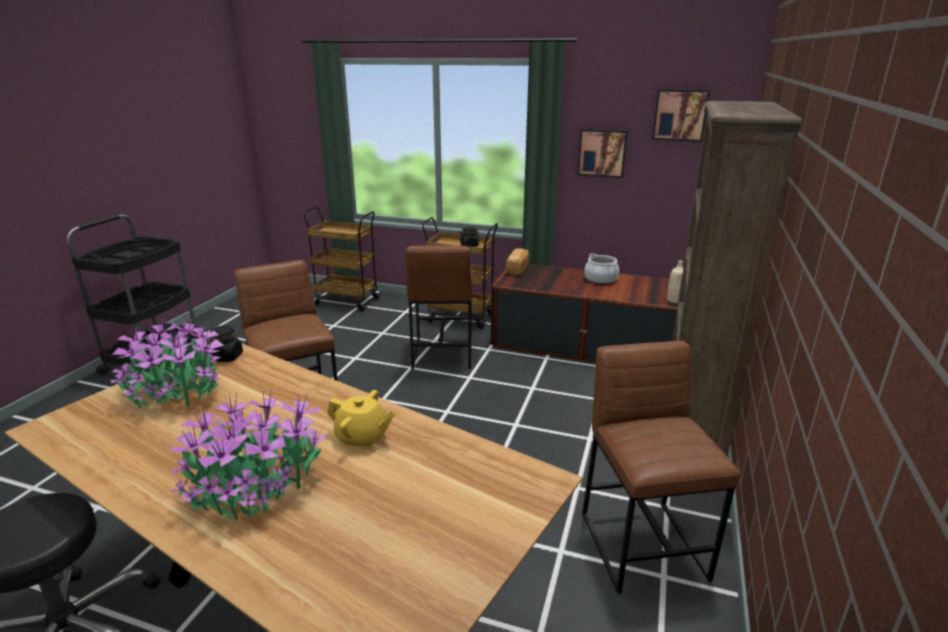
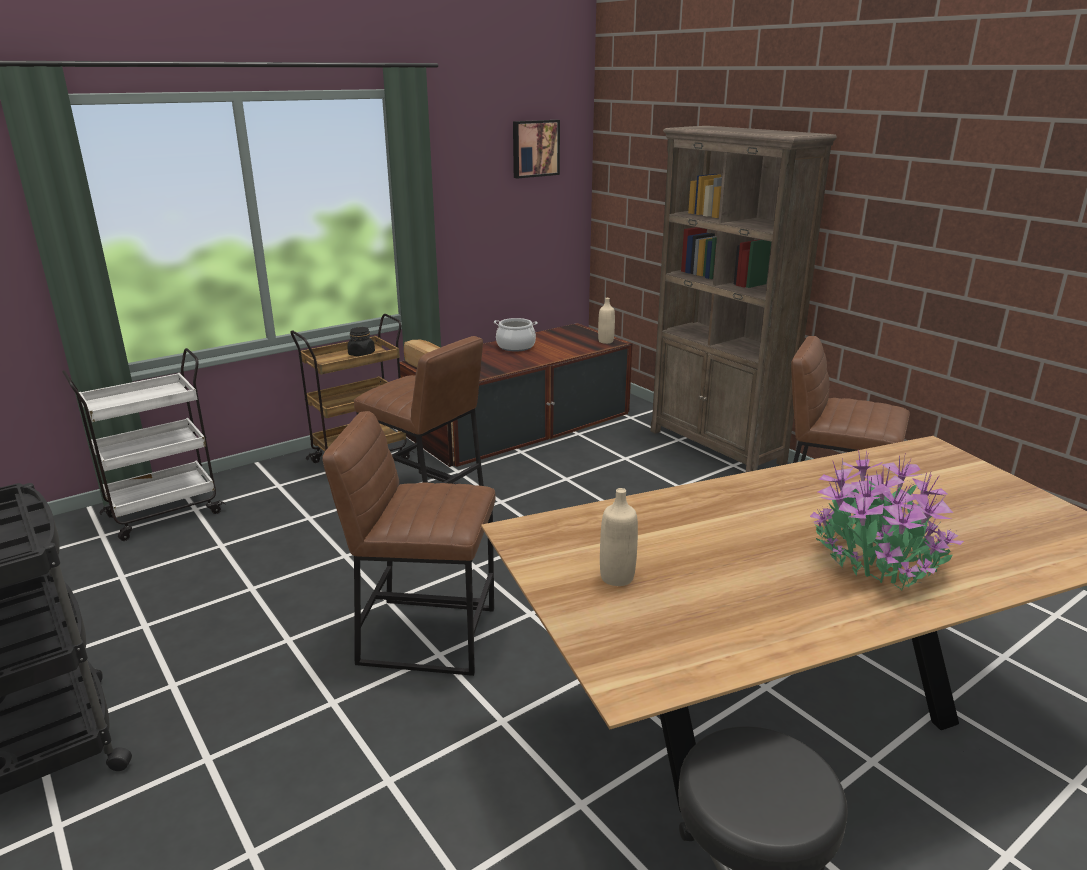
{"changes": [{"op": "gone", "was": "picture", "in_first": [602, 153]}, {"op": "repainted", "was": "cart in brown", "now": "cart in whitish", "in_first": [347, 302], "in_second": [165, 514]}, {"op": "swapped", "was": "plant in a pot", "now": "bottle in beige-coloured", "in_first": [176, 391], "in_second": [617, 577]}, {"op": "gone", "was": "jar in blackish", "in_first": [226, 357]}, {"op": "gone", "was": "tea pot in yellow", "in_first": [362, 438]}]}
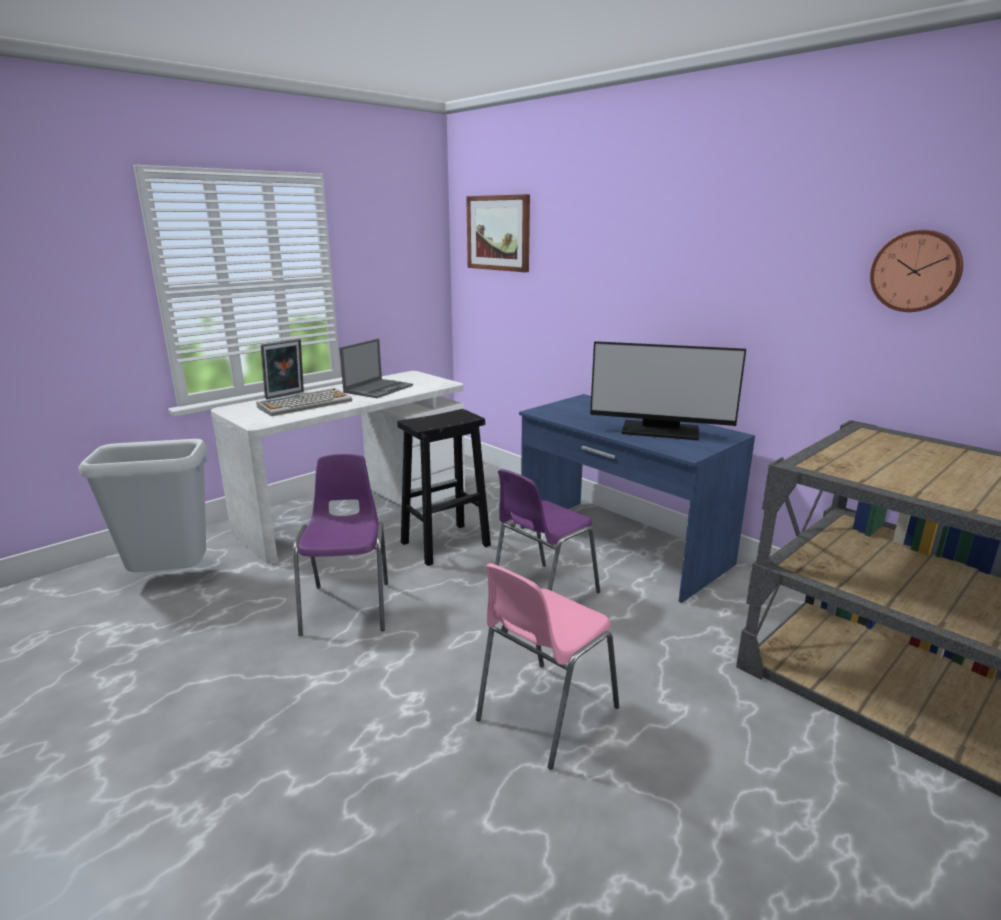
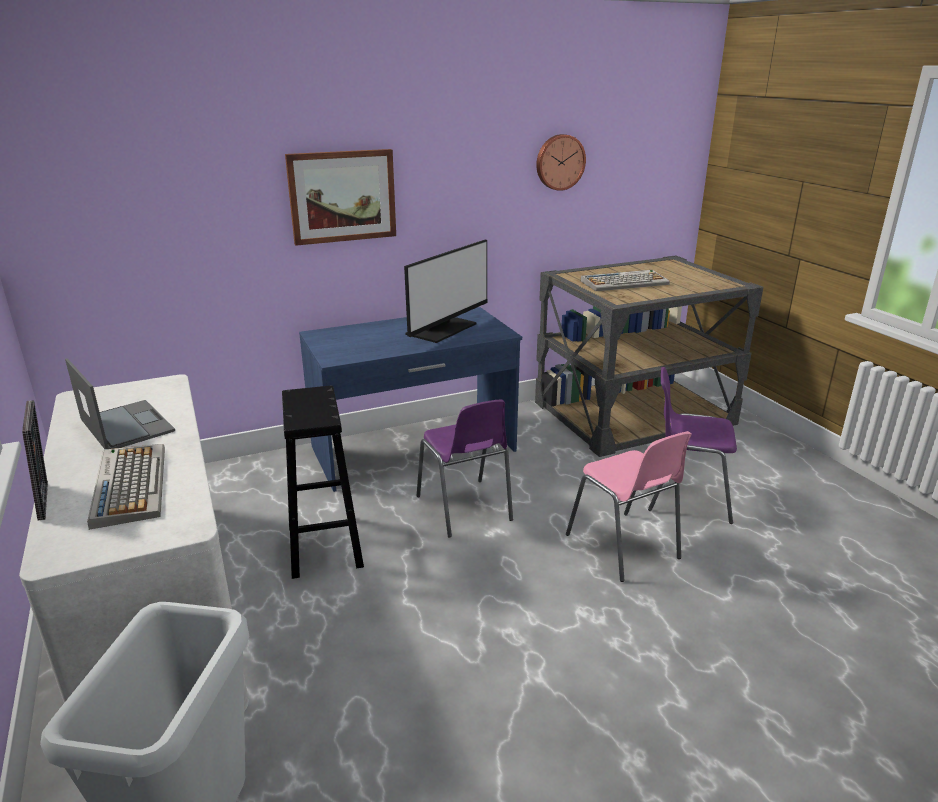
{"changes": [{"op": "shifted", "was": "picture", "in_first": [498, 233], "in_second": [342, 196]}, {"op": "shifted", "was": "chair in purplish", "in_first": [348, 606], "in_second": [686, 497]}, {"op": "new", "now": "computer keyboard", "in_second": [625, 282]}]}
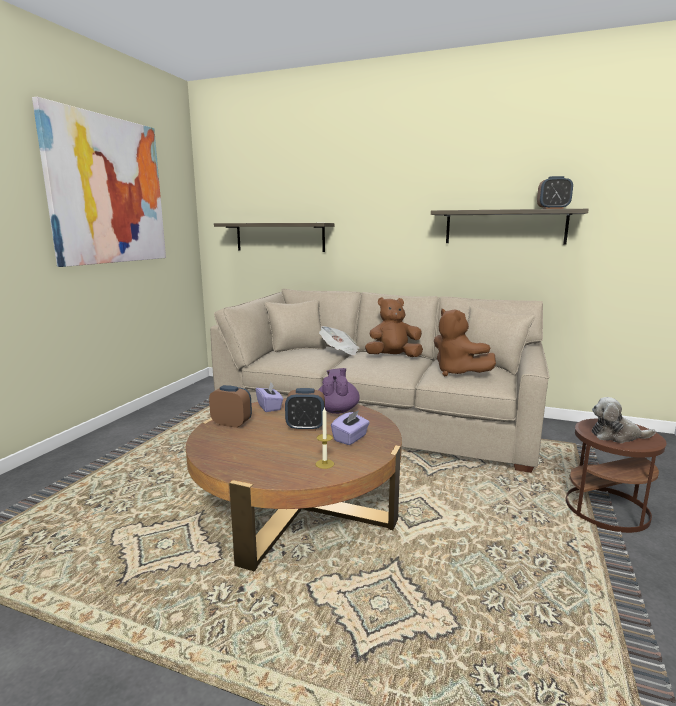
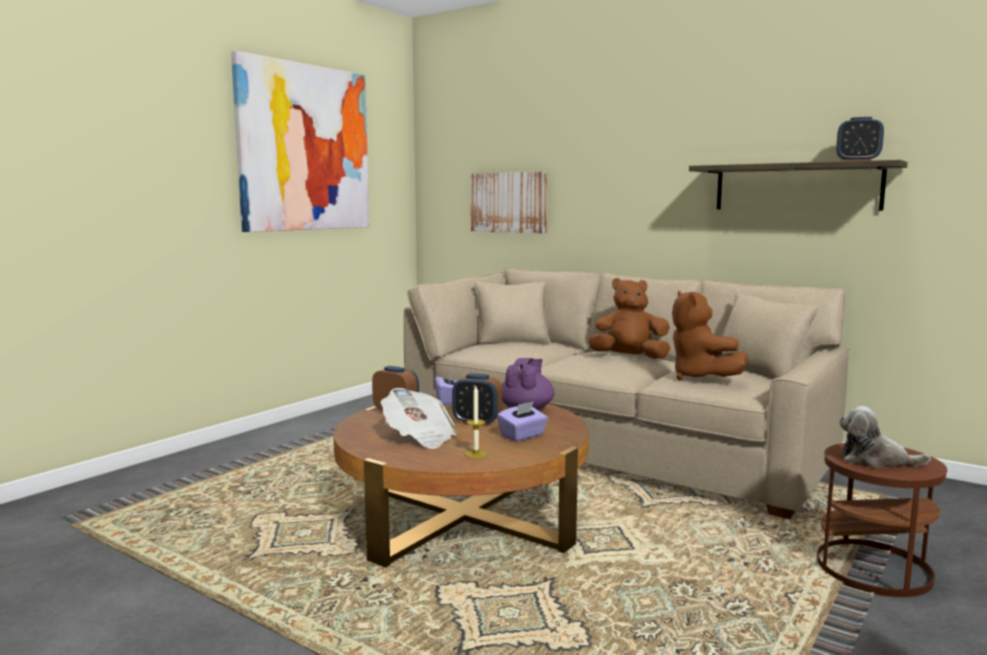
{"changes": [{"op": "swapped", "was": "bracket shelf", "now": "picture", "in_first": [279, 237], "in_second": [509, 202]}, {"op": "shifted", "was": "daily paper", "in_first": [339, 351], "in_second": [419, 437]}]}
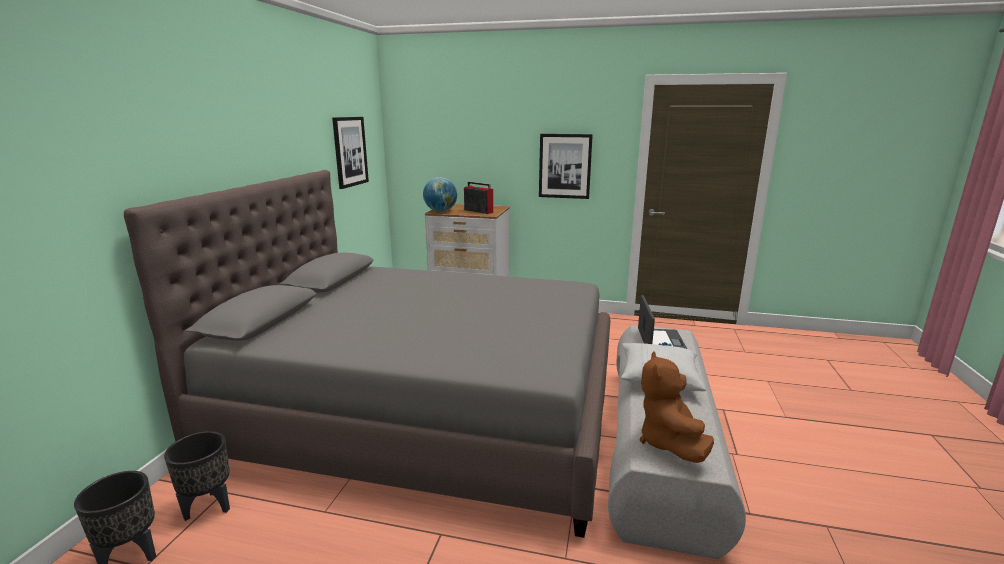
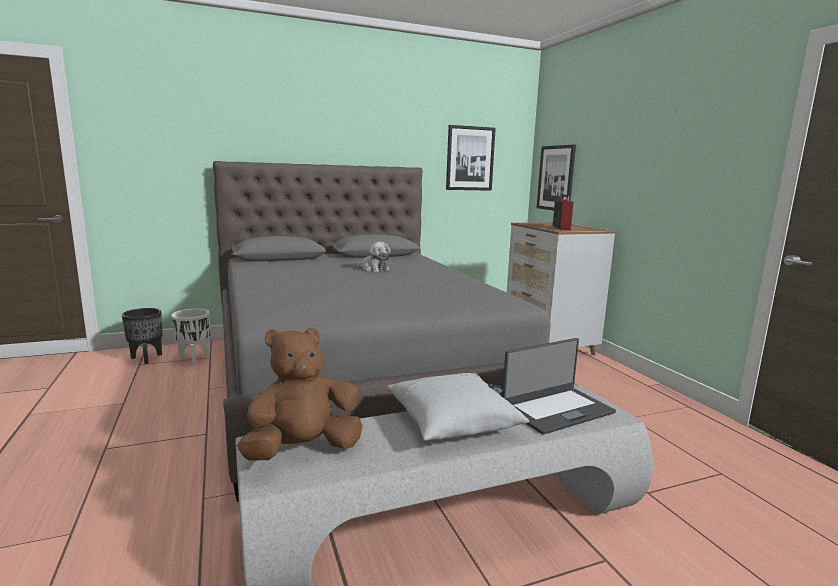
{"changes": [{"op": "shifted", "was": "picture", "in_first": [565, 166], "in_second": [556, 178]}, {"op": "gone", "was": "world globe", "in_first": [441, 211]}, {"op": "repainted", "was": "planter in blackish", "now": "planter in whitish", "in_first": [209, 506], "in_second": [194, 359]}, {"op": "new", "now": "soft toy", "in_second": [373, 269]}]}
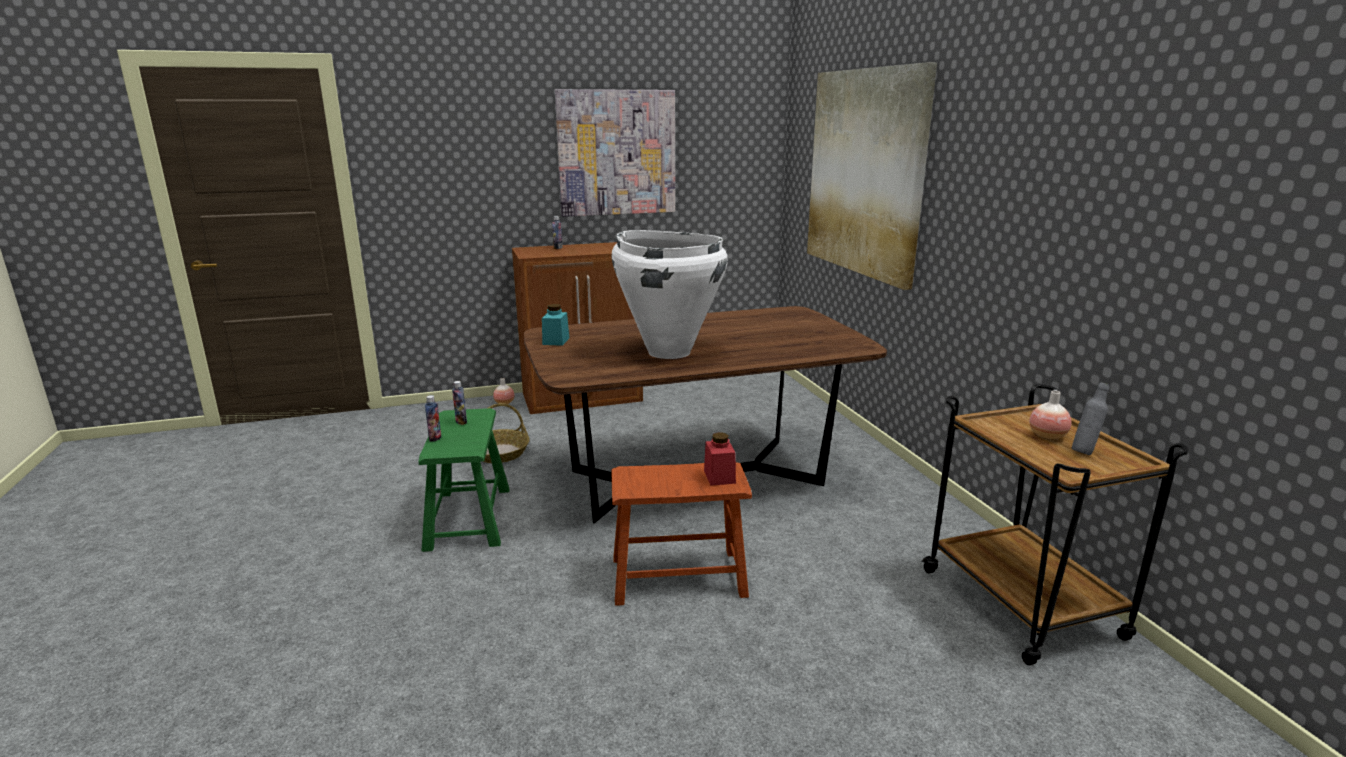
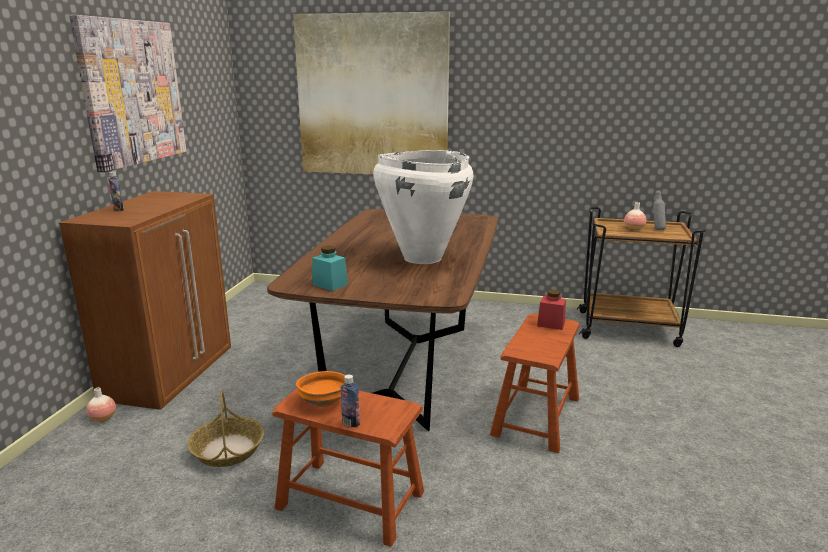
{"changes": [{"op": "swapped", "was": "bottle", "now": "serving bowl in orange-coloured", "in_first": [461, 422], "in_second": [324, 401]}, {"op": "repainted", "was": "sitting stool in greenish", "now": "sitting stool in brown", "in_first": [468, 518], "in_second": [351, 500]}]}
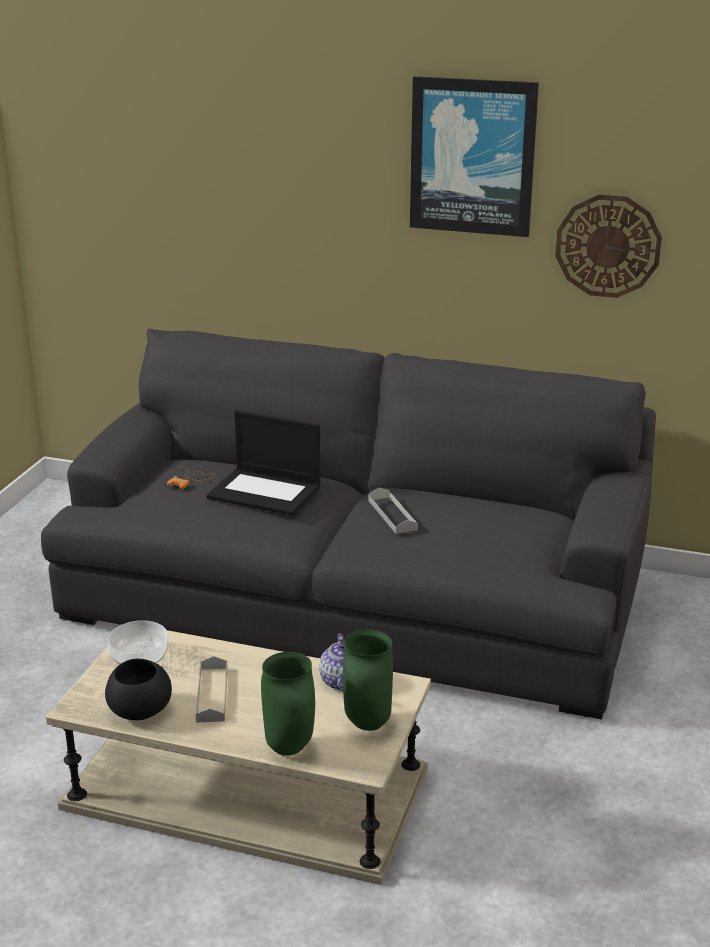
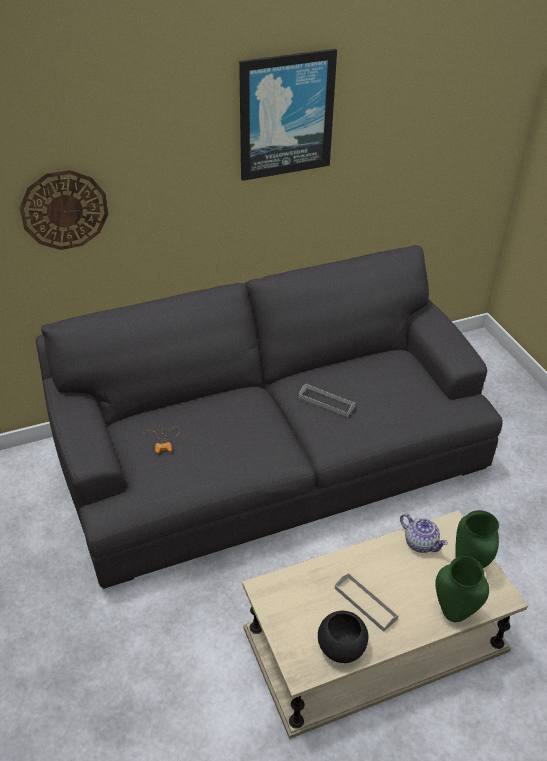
{"changes": [{"op": "shifted", "was": "clock on the wall", "in_first": [608, 246], "in_second": [64, 210]}, {"op": "gone", "was": "notebook computer", "in_first": [266, 492]}, {"op": "gone", "was": "serving bowl", "in_first": [139, 657]}]}
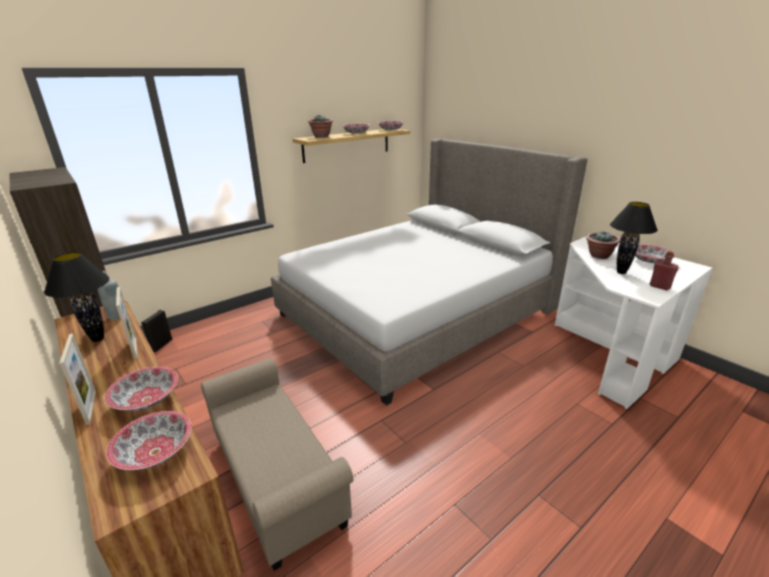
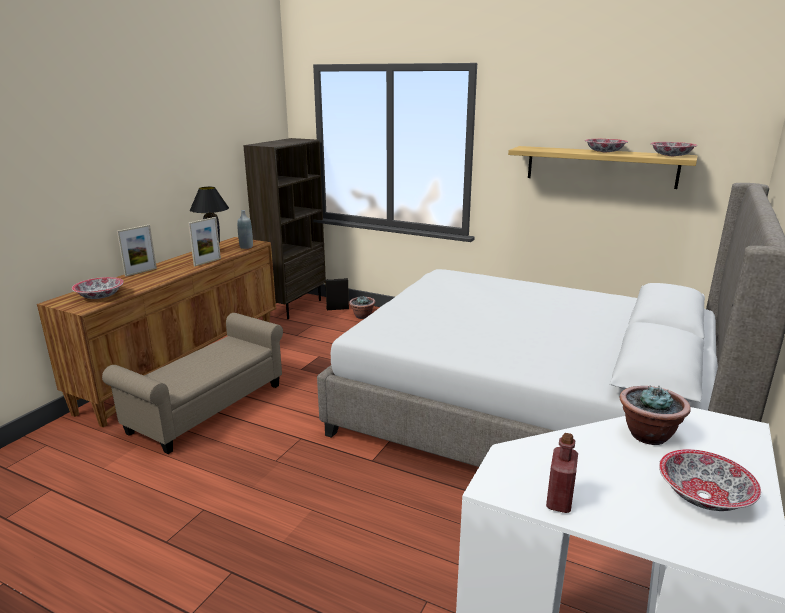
{"changes": [{"op": "shifted", "was": "plant in a pot", "in_first": [321, 136], "in_second": [362, 316]}, {"op": "gone", "was": "table lamp in blackish", "in_first": [620, 272]}, {"op": "gone", "was": "serving bowl", "in_first": [147, 399]}]}
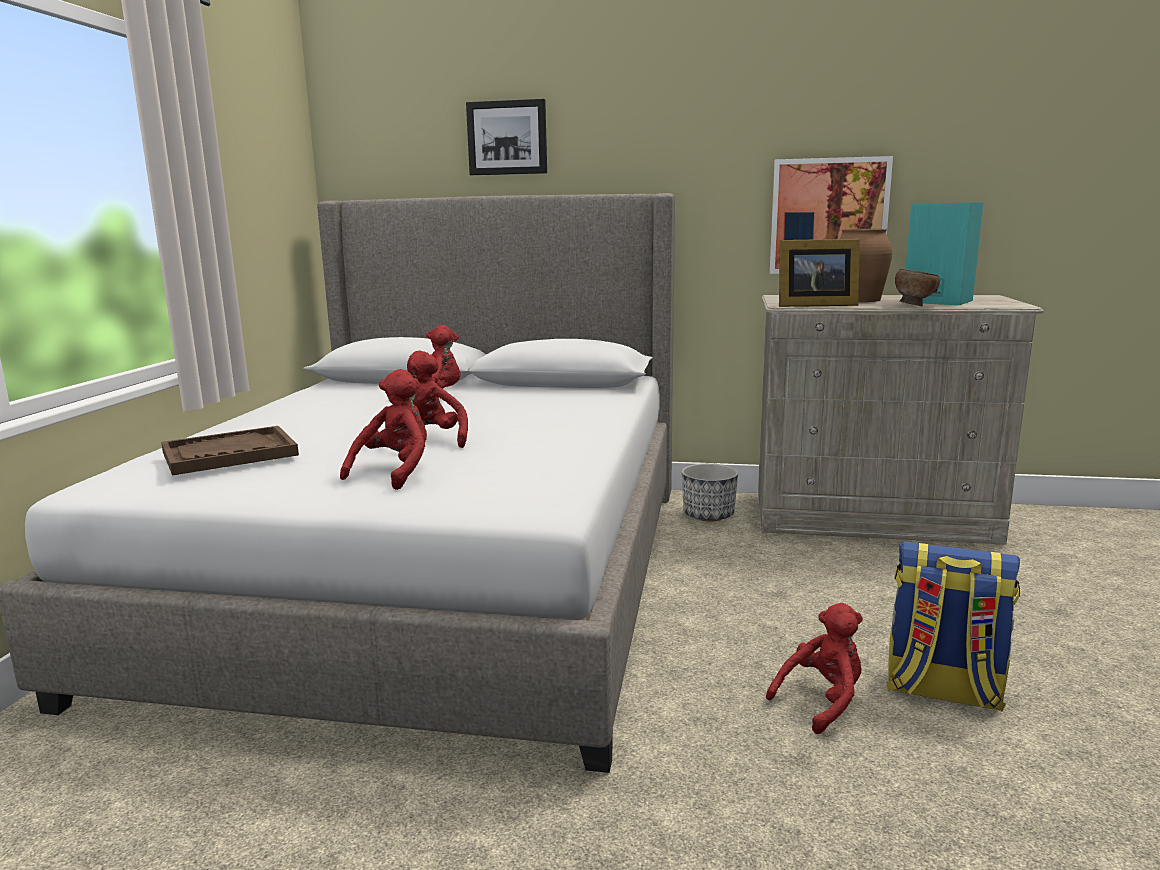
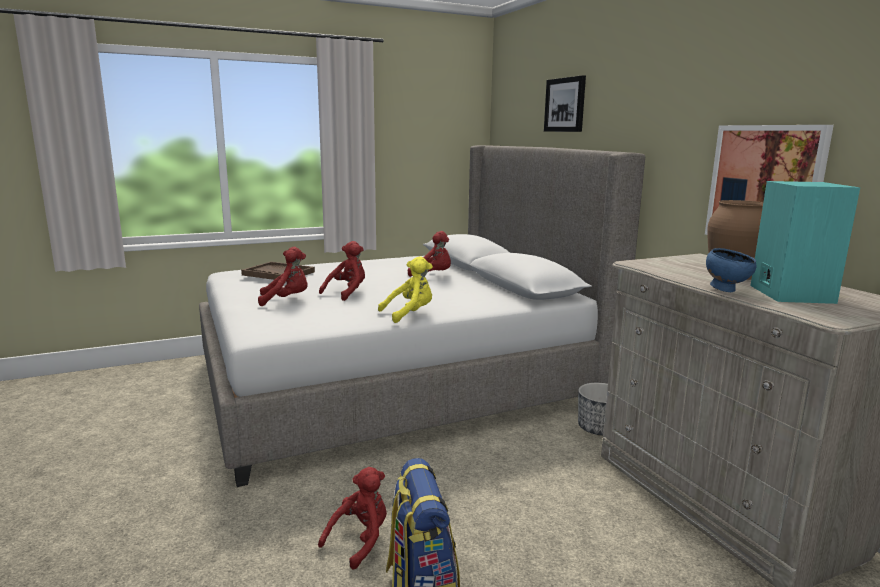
{"changes": [{"op": "gone", "was": "standing frame", "in_first": [813, 305]}, {"op": "repainted", "was": "serving bowl in brown", "now": "serving bowl in bluish", "in_first": [914, 306], "in_second": [726, 290]}, {"op": "rotated", "was": "soft toy in red-coloured", "in_first": [822, 701], "in_second": [360, 540], "clockwise": -75}, {"op": "new", "now": "soft toy in yellow", "in_second": [410, 314]}]}
